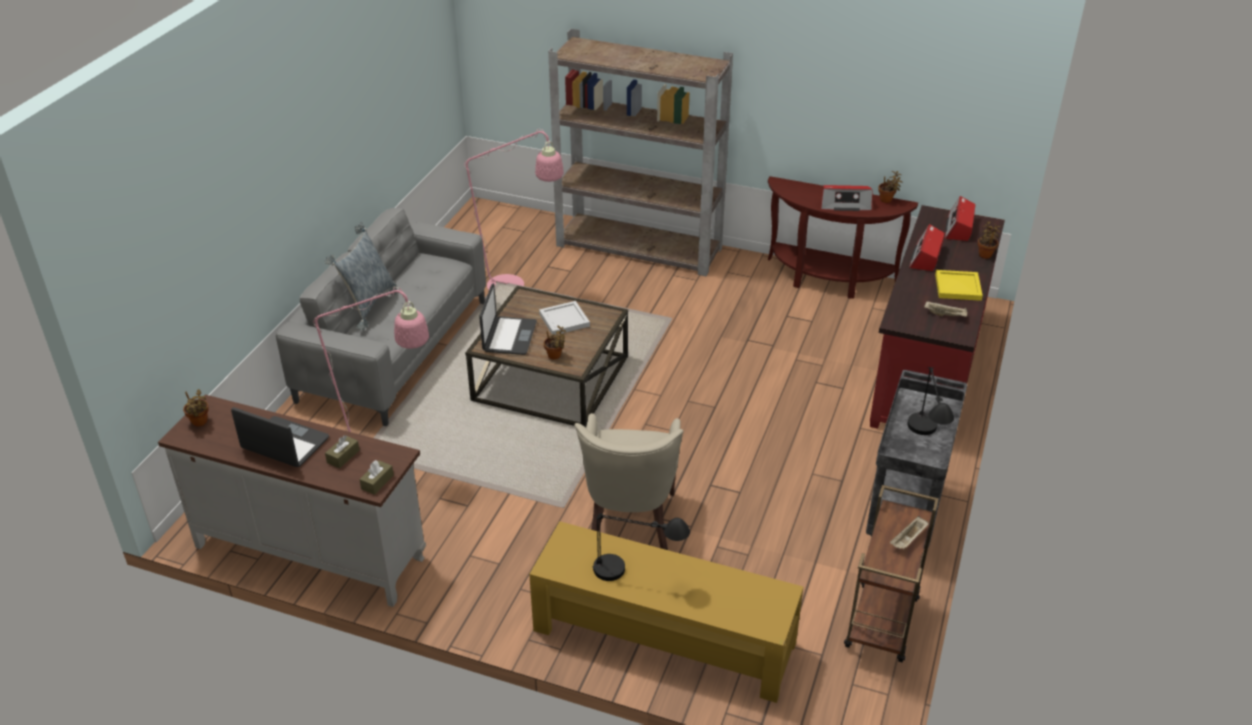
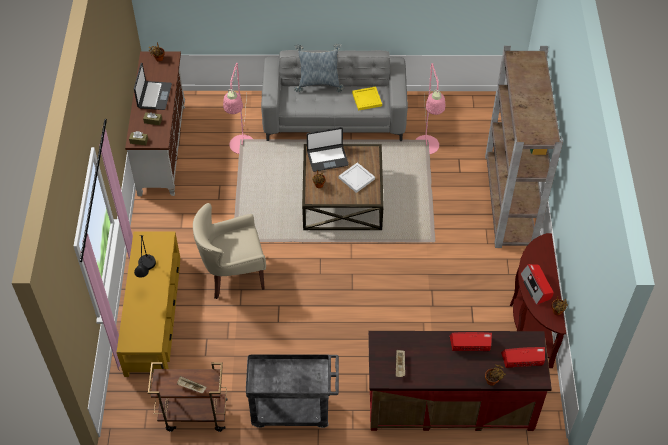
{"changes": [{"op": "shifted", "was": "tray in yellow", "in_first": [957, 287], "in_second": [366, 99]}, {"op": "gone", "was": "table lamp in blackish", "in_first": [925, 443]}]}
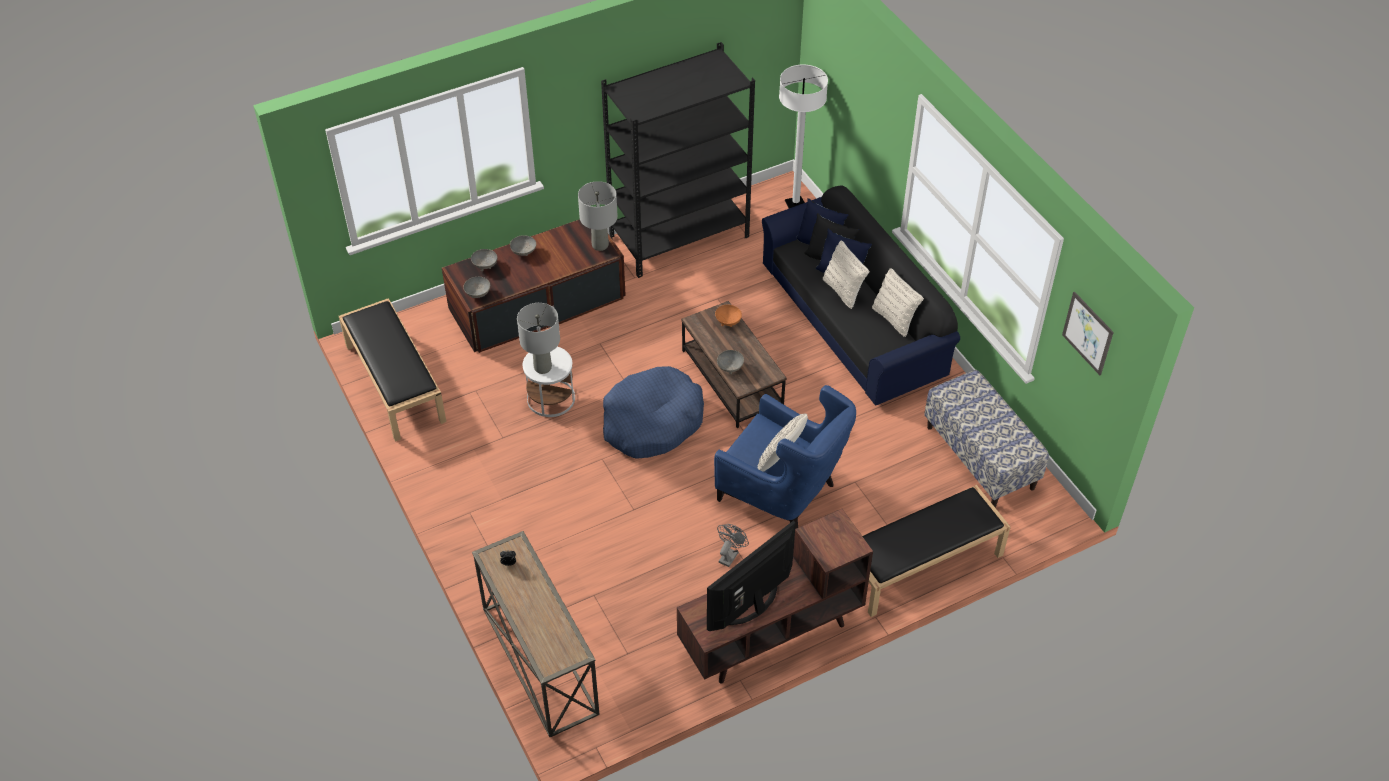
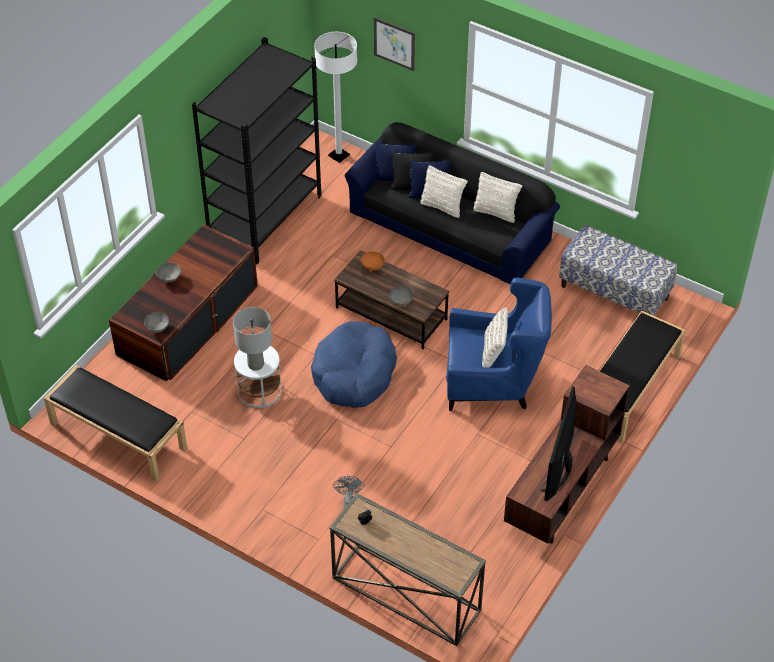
{"changes": [{"op": "gone", "was": "table lamp in grey", "in_first": [600, 245]}, {"op": "gone", "was": "serving bowl in grey", "in_first": [485, 265]}, {"op": "shifted", "was": "picture", "in_first": [1087, 333], "in_second": [394, 43]}, {"op": "shifted", "was": "fan in grey", "in_first": [730, 555], "in_second": [348, 503]}]}
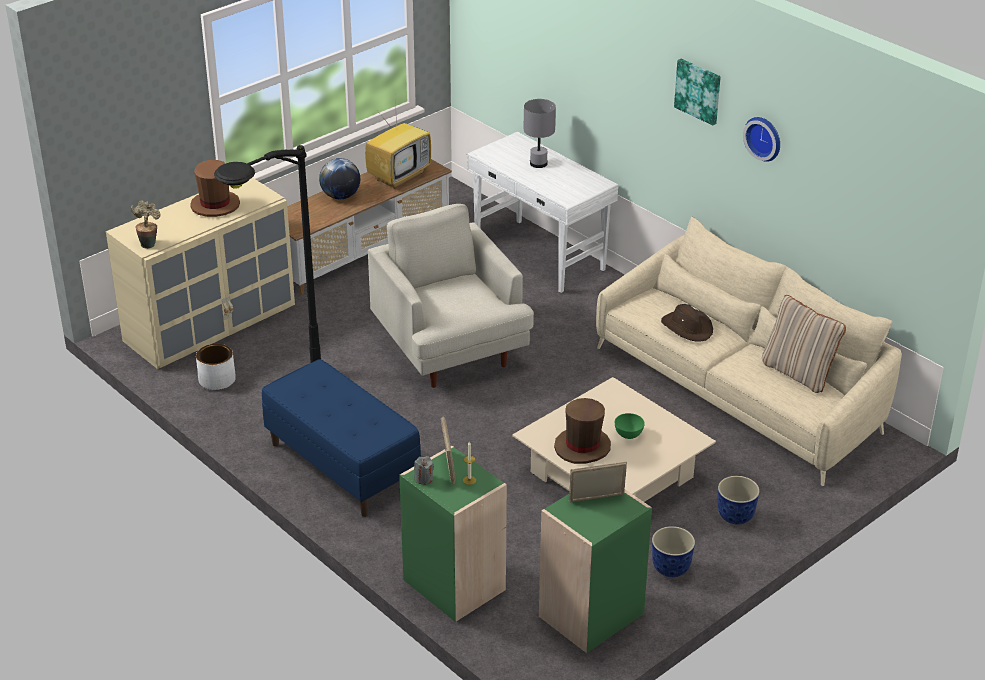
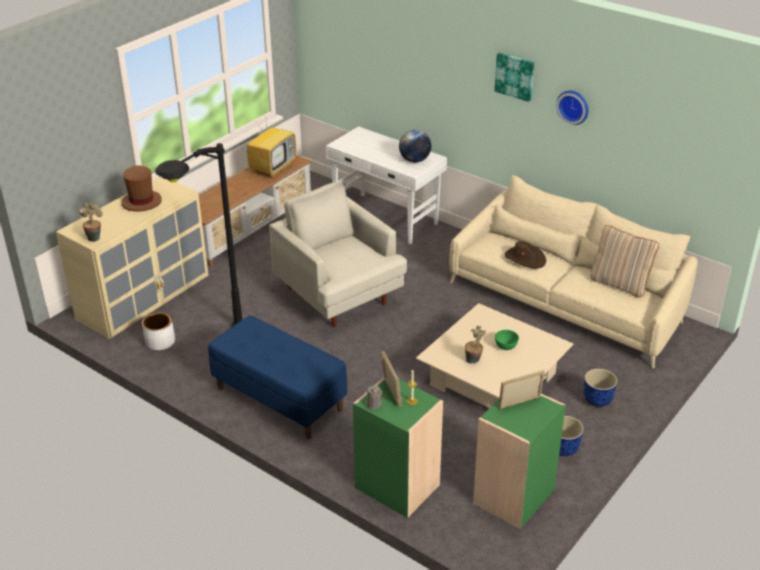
{"changes": [{"op": "gone", "was": "table lamp in grey", "in_first": [538, 164]}, {"op": "shifted", "was": "world globe", "in_first": [341, 196], "in_second": [415, 160]}, {"op": "swapped", "was": "hat in brown", "now": "plant in a pot", "in_first": [582, 447], "in_second": [474, 361]}]}
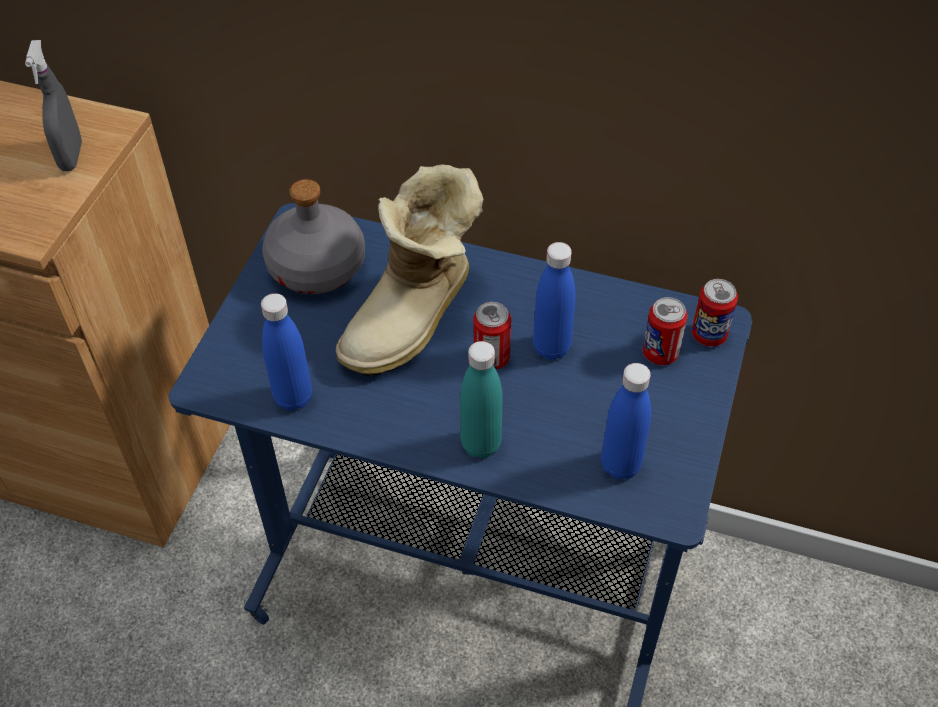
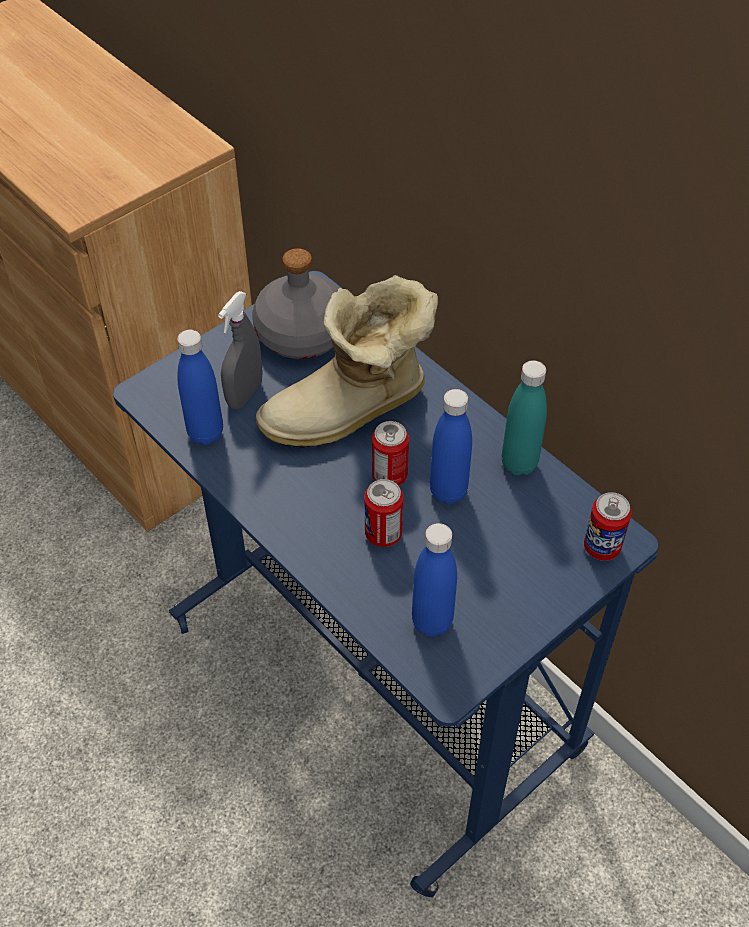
{"changes": [{"op": "shifted", "was": "sprayer in grey", "in_first": [71, 156], "in_second": [244, 394]}, {"op": "shifted", "was": "can", "in_first": [660, 353], "in_second": [383, 534]}, {"op": "shifted", "was": "bottle in turquoise-coloured", "in_first": [481, 444], "in_second": [519, 463]}]}
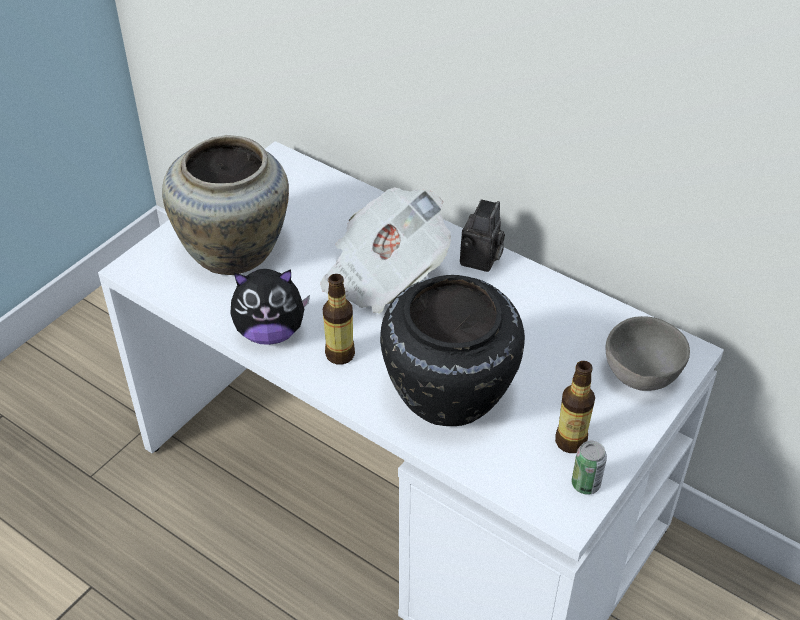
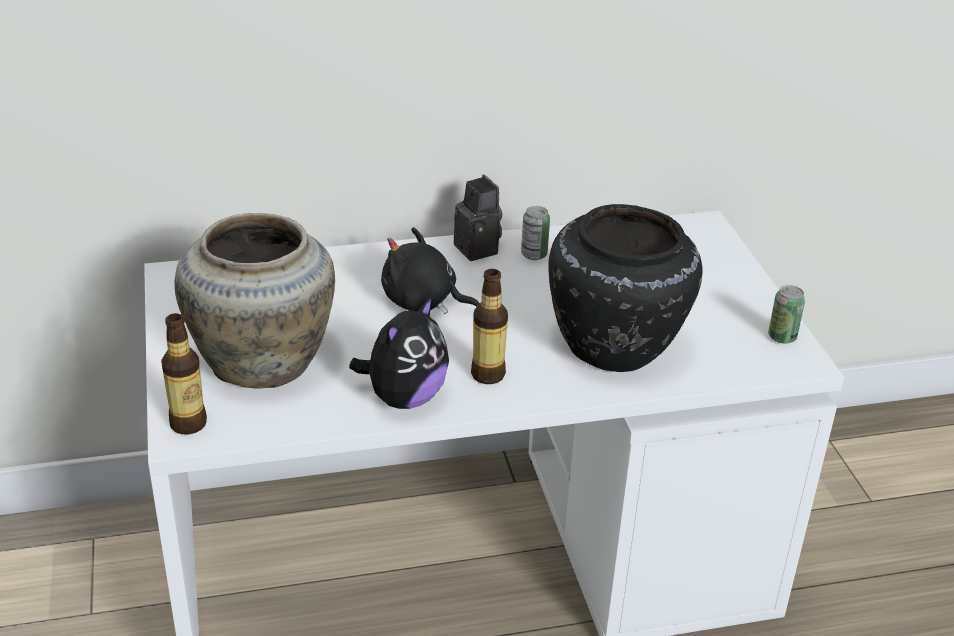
{"changes": [{"op": "swapped", "was": "daily paper", "now": "soft toy in blackish", "in_first": [383, 275], "in_second": [423, 302]}, {"op": "gone", "was": "serving bowl in grey", "in_first": [640, 374]}, {"op": "shifted", "was": "bottle", "in_first": [570, 442], "in_second": [188, 424]}, {"op": "new", "now": "can", "in_second": [534, 255]}]}
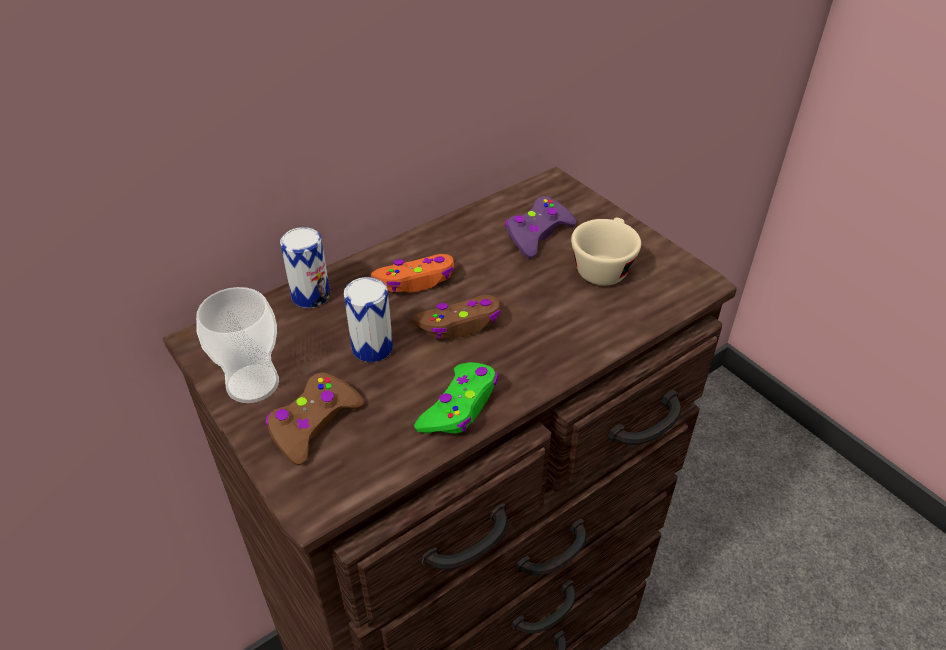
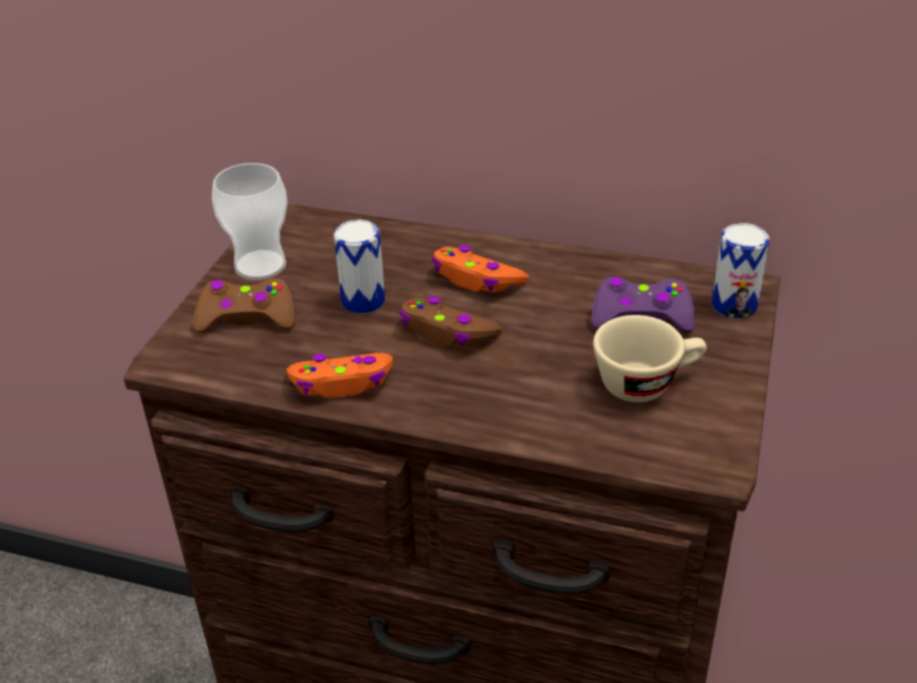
{"changes": [{"op": "shifted", "was": "can", "in_first": [311, 295], "in_second": [734, 305]}, {"op": "repainted", "was": "game controller in greenish", "now": "game controller in orange-coloured", "in_first": [459, 407], "in_second": [342, 383]}]}
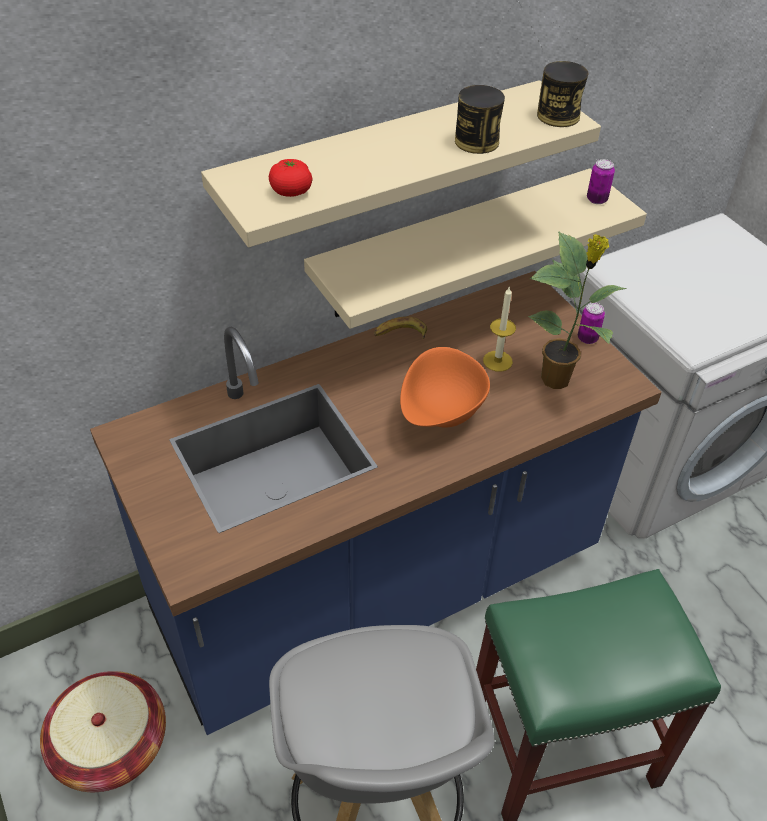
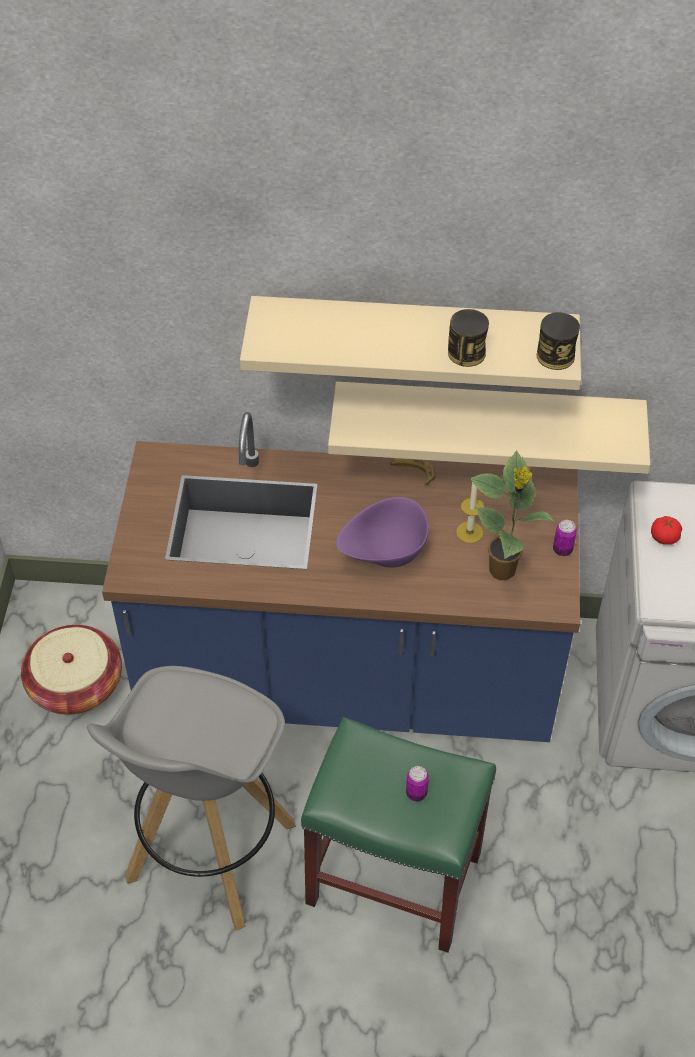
{"changes": [{"op": "shifted", "was": "tomato", "in_first": [291, 191], "in_second": [664, 537]}, {"op": "shifted", "was": "can", "in_first": [596, 199], "in_second": [416, 793]}, {"op": "repainted", "was": "serving bowl in orange-coloured", "now": "serving bowl in purplish", "in_first": [439, 416], "in_second": [384, 554]}]}
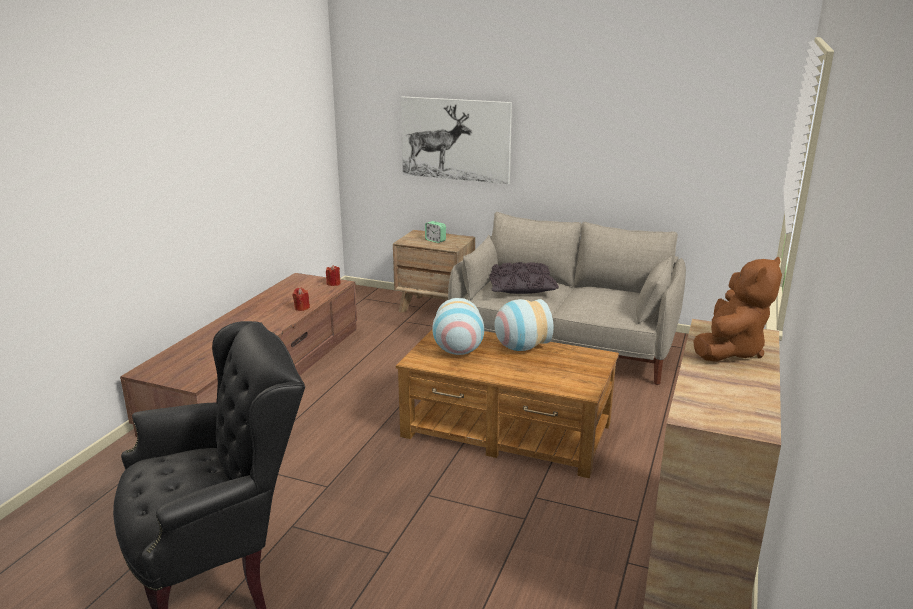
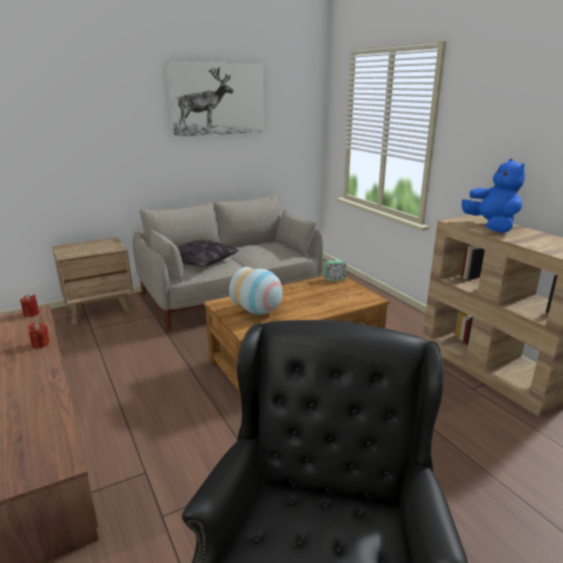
{"changes": [{"op": "shifted", "was": "picture", "in_first": [455, 139], "in_second": [217, 99]}, {"op": "shifted", "was": "alarm clock", "in_first": [435, 240], "in_second": [334, 279]}, {"op": "repainted", "was": "soft toy in brown", "now": "soft toy in bluish", "in_first": [729, 350], "in_second": [491, 227]}, {"op": "gone", "was": "flower vase", "in_first": [520, 347]}]}
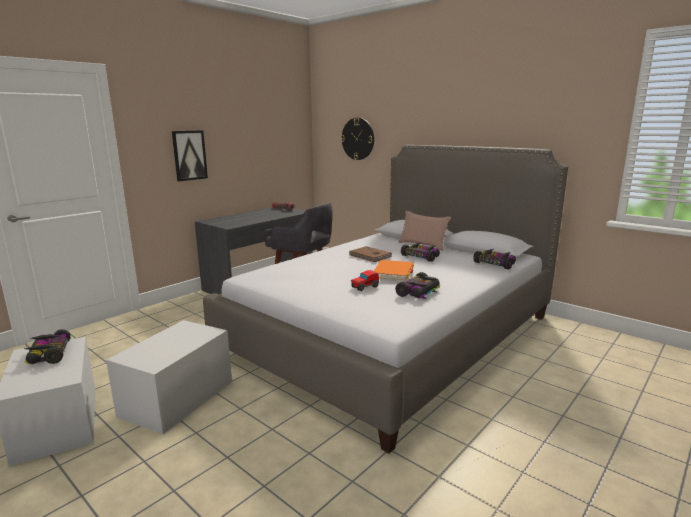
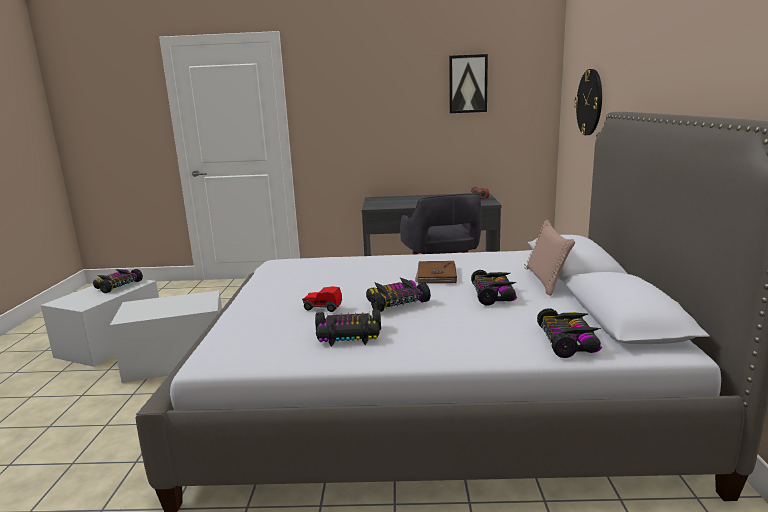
{"changes": [{"op": "shifted", "was": "picture", "in_first": [189, 155], "in_second": [468, 84]}, {"op": "swapped", "was": "volume in orange-coloured", "now": "toy car", "in_first": [393, 272], "in_second": [396, 302]}]}
